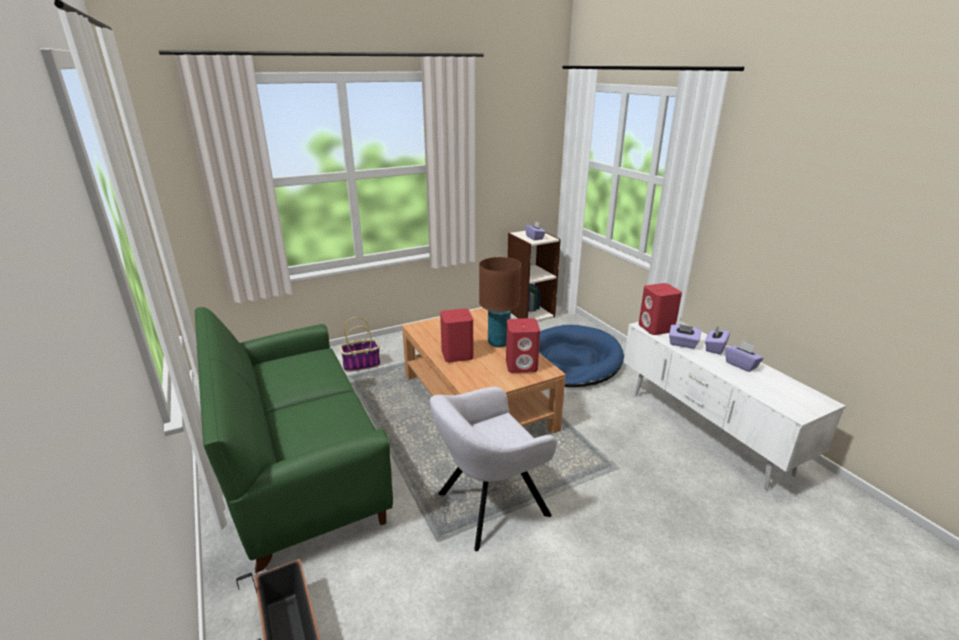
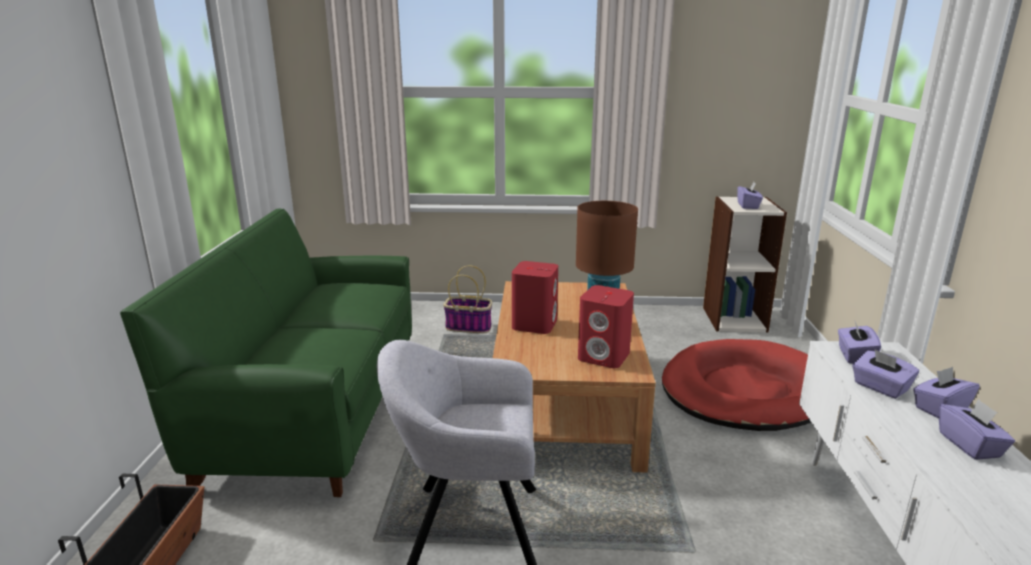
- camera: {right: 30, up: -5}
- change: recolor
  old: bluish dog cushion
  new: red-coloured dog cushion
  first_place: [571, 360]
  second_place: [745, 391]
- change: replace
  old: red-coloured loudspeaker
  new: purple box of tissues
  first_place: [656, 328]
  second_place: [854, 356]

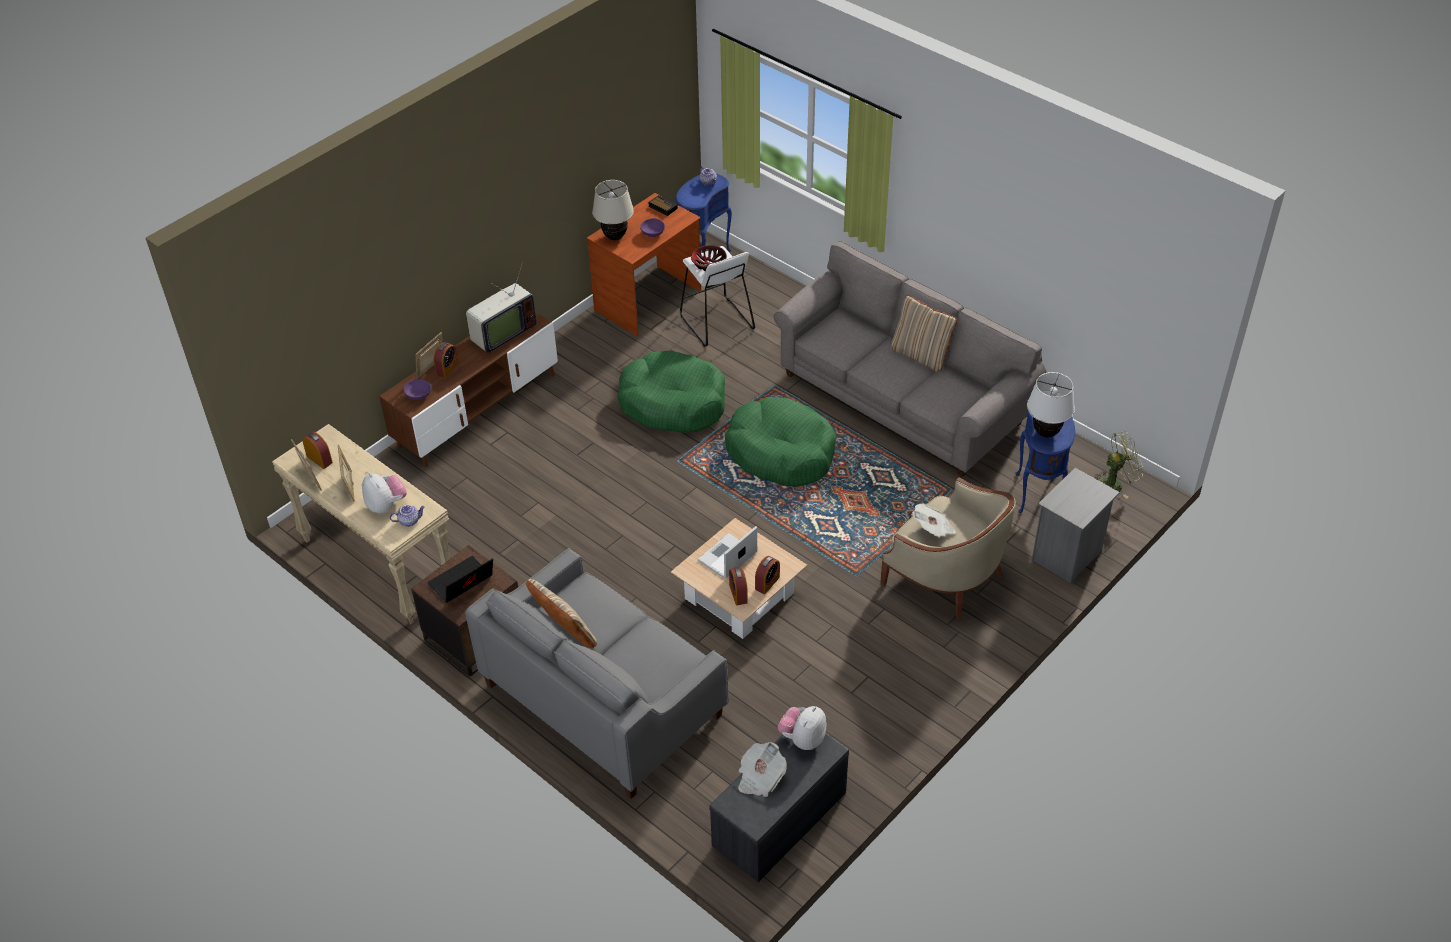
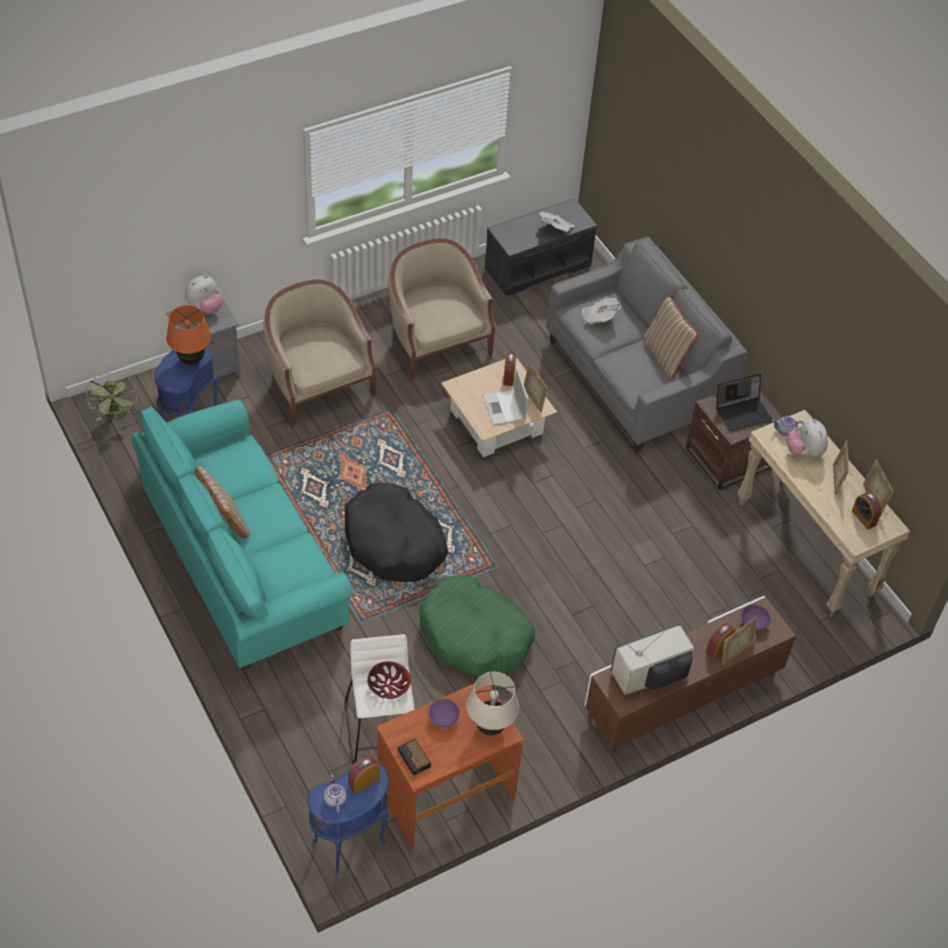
- camera: {right: -165, up: 5}
- change: rotate
  old: green electric fan
  first_place: [1115, 483]
  second_place: [116, 415]
  degrees: -105
- change: recolor
  old: grey settee
  new: turquoise-coloured settee
  first_place: [902, 400]
  second_place: [244, 561]
- change: recolor
  old: white lamp for a table
  new: orangey lamp for a table
  first_place: [1046, 432]
  second_place: [191, 360]
- change: move
  old: plush toy
  first_place: [803, 739]
  second_place: [205, 307]
- change: recolor
  old: green dog cushion
  new: black dog cushion
  first_place: [781, 452]
  second_place: [394, 543]
- change: move
  old: table clock
  first_place: [767, 583]
  second_place: [364, 781]
- change: insert
  new: beige lounge chair
  second_place: [436, 342]
- change: rotate
  old: portable computer
  first_place: [727, 557]
  second_place: [504, 408]
  degrees: 105
- change: insert
  new: standing frame
  second_place: [533, 399]
- change: move
  old: newspaper
  first_place: [933, 529]
  second_place: [598, 317]

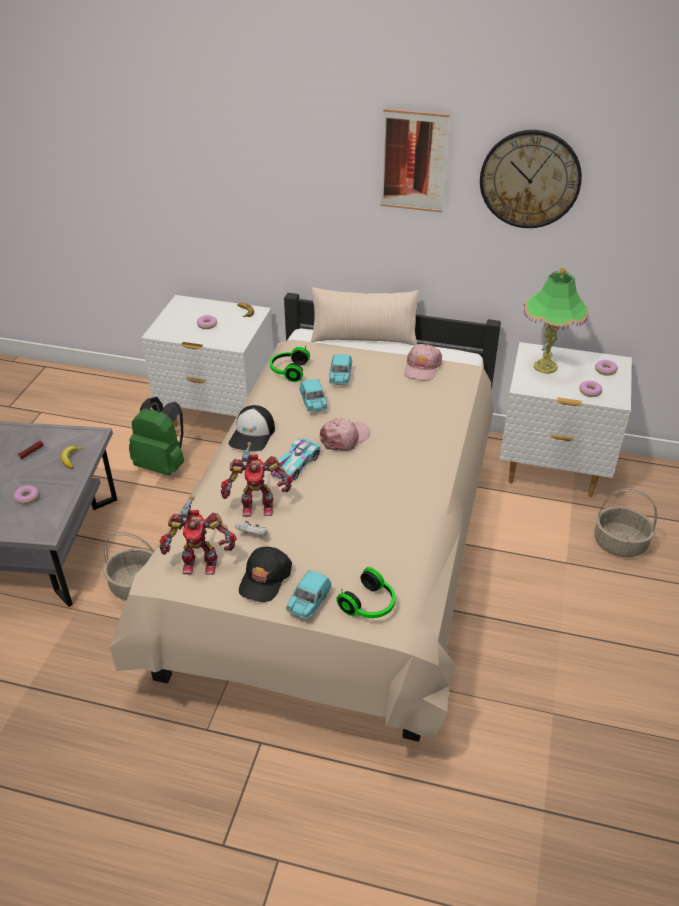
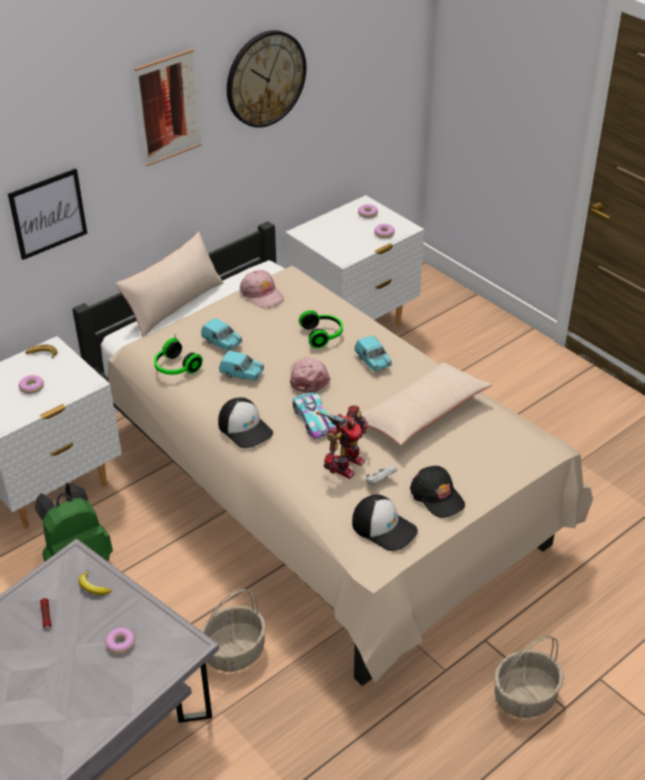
- camera: {right: -55, up: 0}
- change: insert
  new: wall art
  second_place: [48, 213]
- change: move
  old: headset
  first_place: [370, 605]
  second_place: [323, 335]
- change: replace
  old: model robot
  new: peaked cap
  first_place: [200, 563]
  second_place: [384, 527]
- change: move
  old: turquoise-coloured model car
  first_place: [308, 603]
  second_place: [373, 362]
- change: insert
  new: beige cushion
  second_place: [422, 414]
- change: move
  old: storage basket
  first_place: [620, 543]
  second_place: [525, 696]
- change: delete
  old: lamp for a table
  first_place: [545, 366]

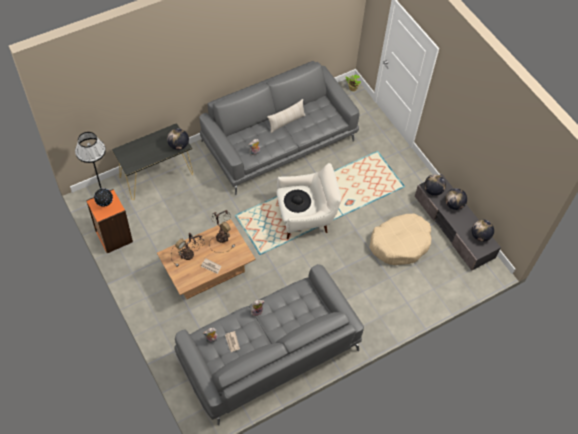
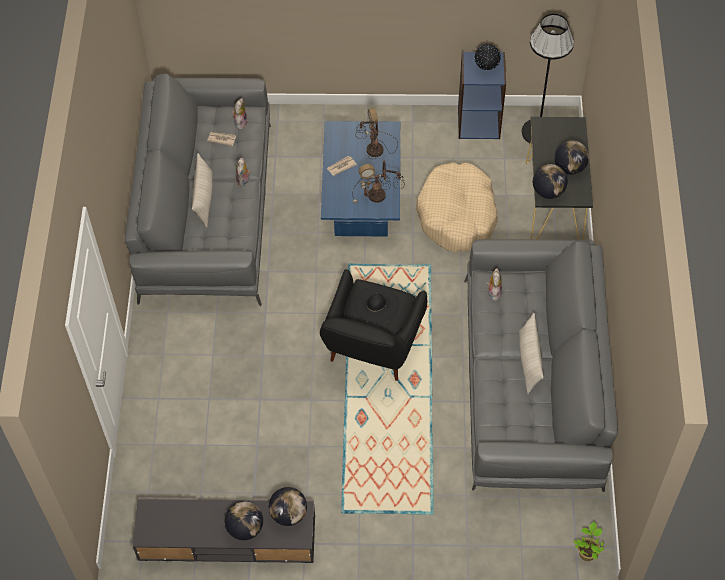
- camera: {right: 125, up: 0}
- change: insert
  new: beige cushion
  second_place: [204, 199]
- change: recolor
  old: white lounge chair
  new: black lounge chair
  first_place: [305, 217]
  second_place: [372, 348]
- change: recolor
  old: brownish coffee table
  new: bluish coffee table
  first_place: [207, 271]
  second_place: [362, 197]
- change: move
  old: beige dog cushion
  first_place: [400, 243]
  second_place: [457, 215]
- change: recolor
  old: orangey bookshelf
  new: bluish bookshelf
  first_place: [113, 237]
  second_place: [478, 122]
- change: move
  old: world globe
  first_place: [480, 236]
  second_place: [569, 167]

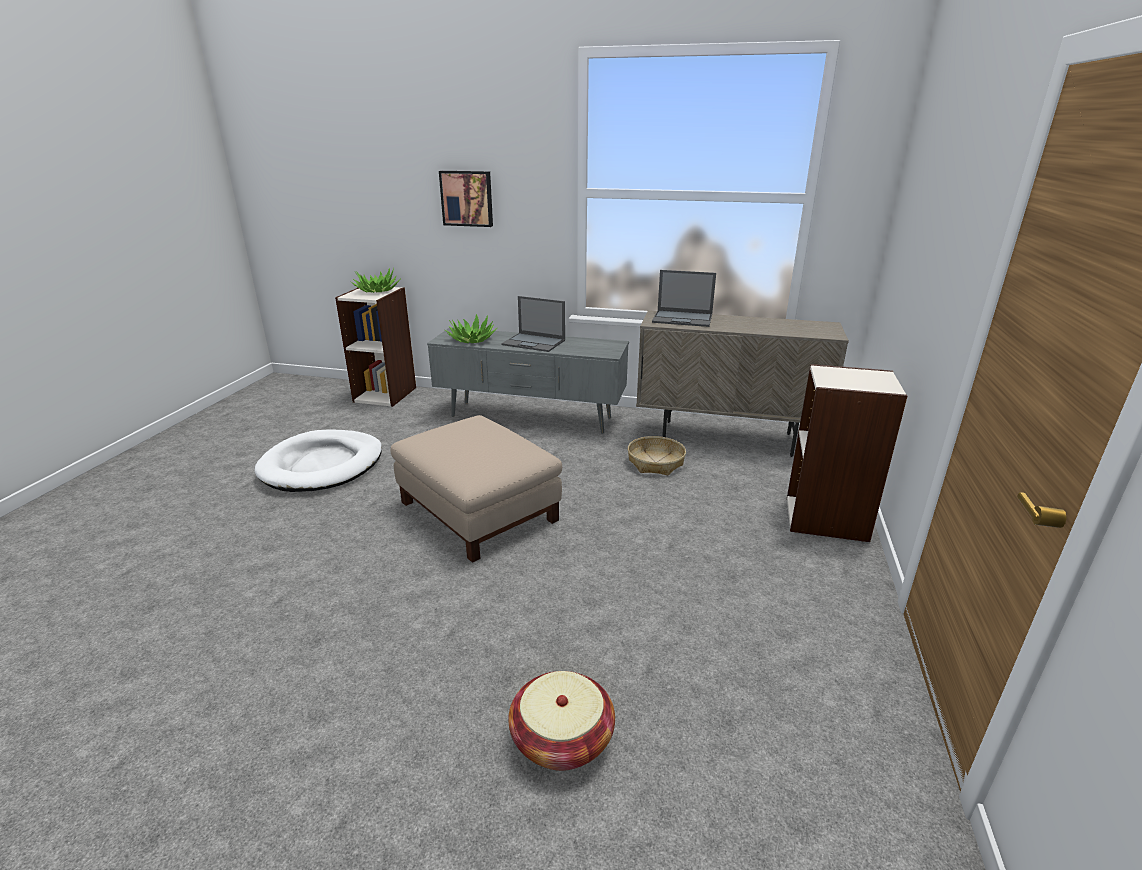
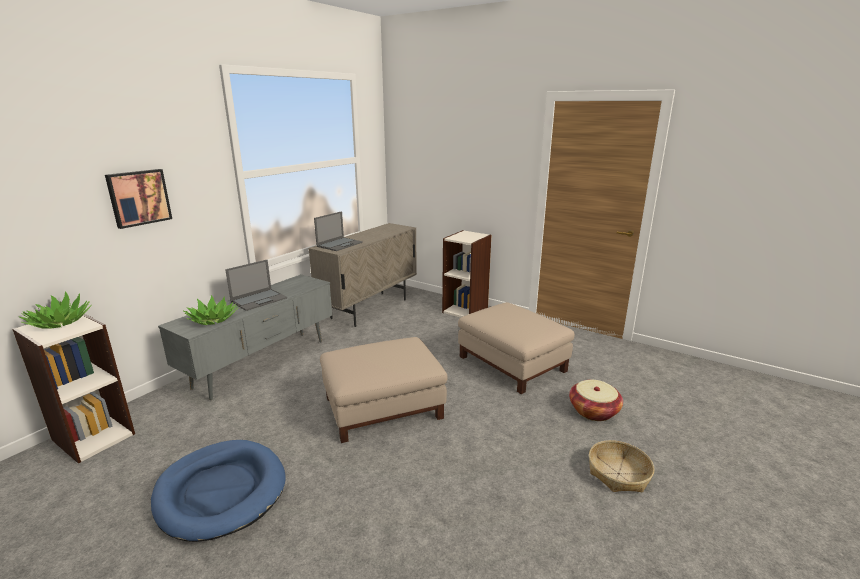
- camera: {right: -70, up: -5}
- change: recolor
  old: white dog cushion
  new: bluish dog cushion
  first_place: [322, 465]
  second_place: [221, 491]
- change: insert
  new: beige footrest
  second_place: [512, 364]
- change: move
  old: storage basket
  first_place: [655, 463]
  second_place: [618, 474]

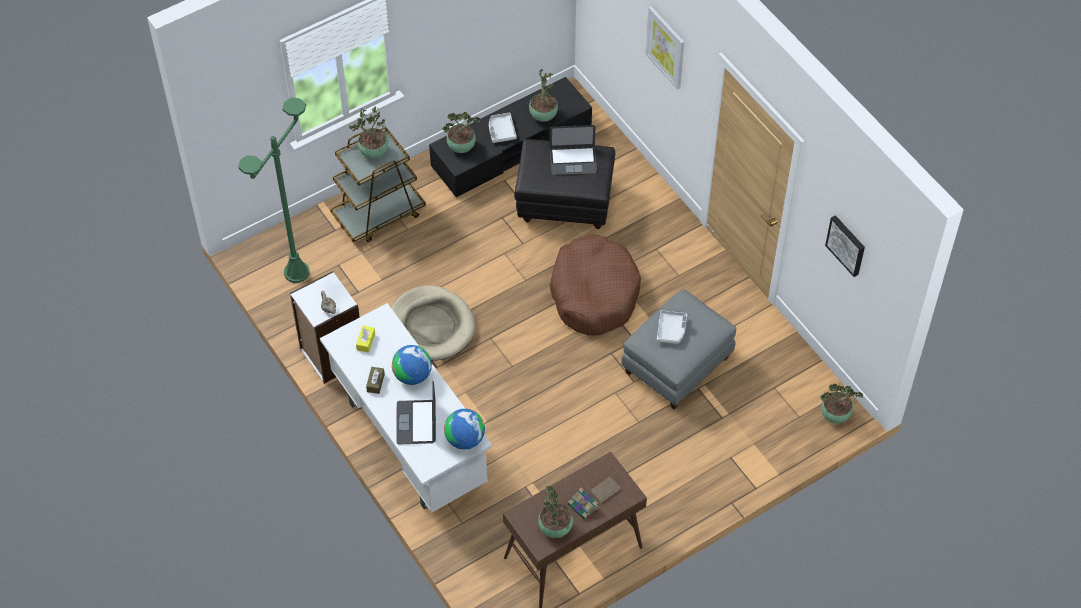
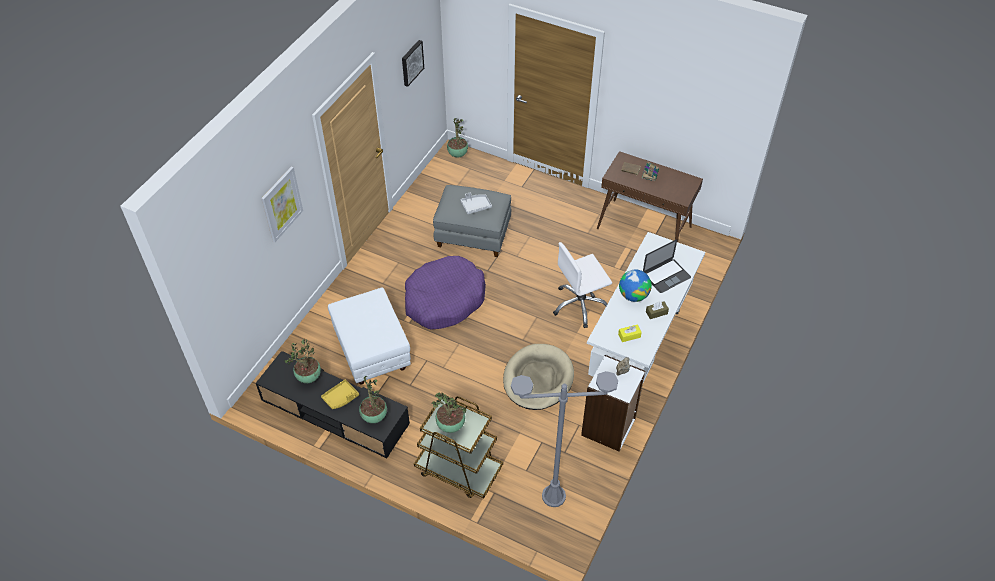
- camera: {right: -120, up: -5}
- change: recolor
  old: grey serving tray
  new: yellow-coloured serving tray
  first_place: [501, 131]
  second_place: [341, 398]
- change: recolor
  old: black footrest
  new: white footrest
  first_place: [565, 203]
  second_place: [372, 352]
- change: recolor
  old: brownish dog cushion
  new: purple dog cushion
  first_place: [594, 293]
  second_place: [444, 300]
- change: recolor
  old: green floor lamp
  new: grey floor lamp
  first_place: [296, 272]
  second_place: [554, 496]
- change: insert
  new: white desk chair
  second_place: [580, 305]
- change: delete
  old: world globe
  first_place: [465, 439]
- change: delete
  old: houseplant
  first_place: [555, 529]
- change: delete
  old: portable computer
  first_place: [573, 160]

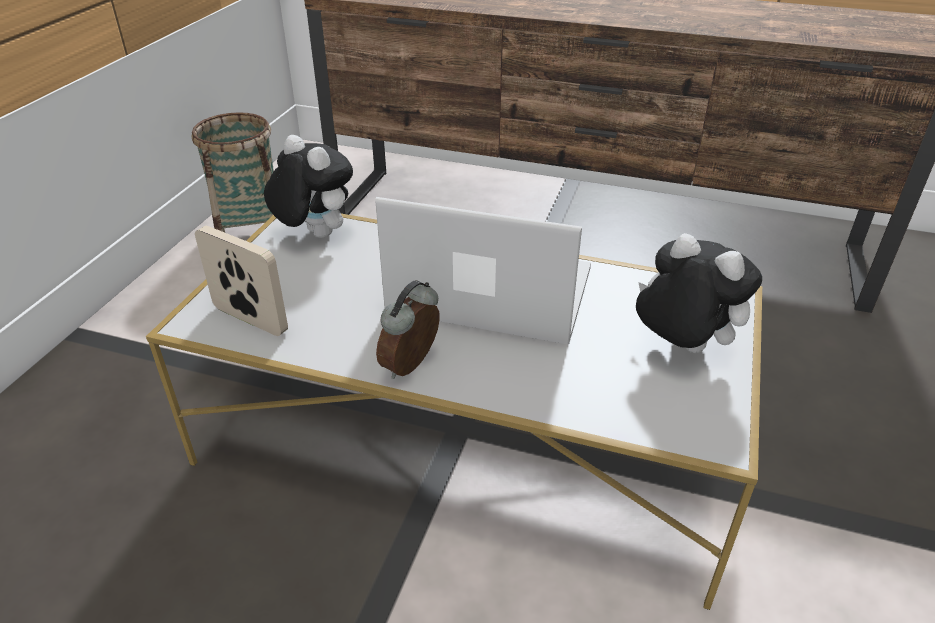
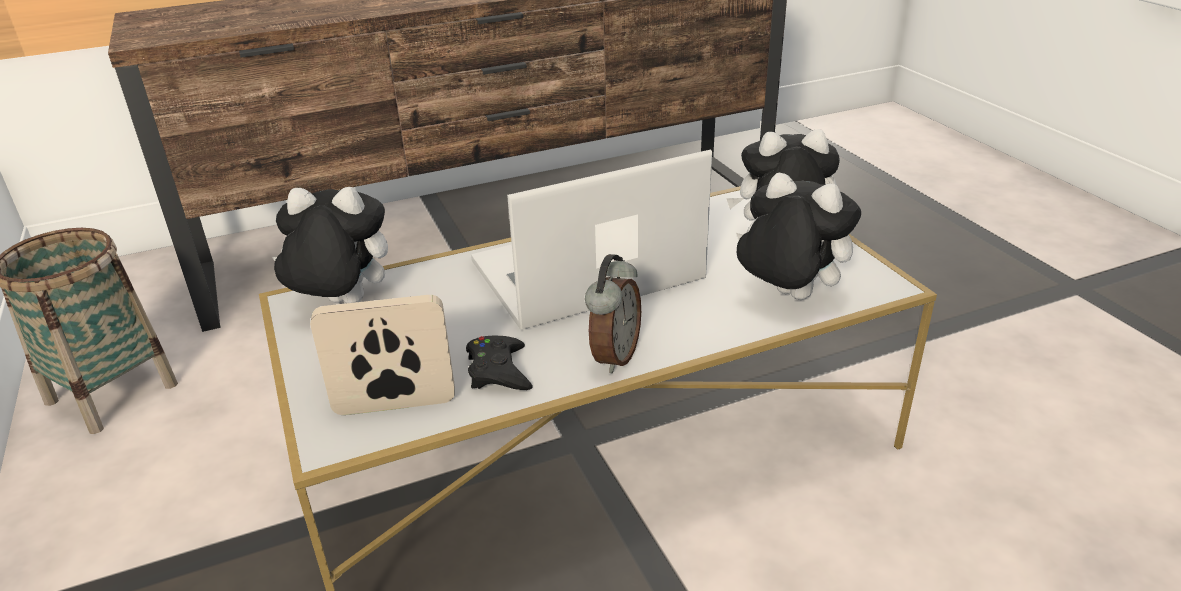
- camera: {right: -40, up: -5}
- change: insert
  new: black game controller
  second_place: [499, 371]
- change: rotate
  old: table clock
  first_place: [412, 367]
  second_place: [613, 356]
  degrees: -150
- change: insert
  new: plush toy
  second_place: [787, 297]

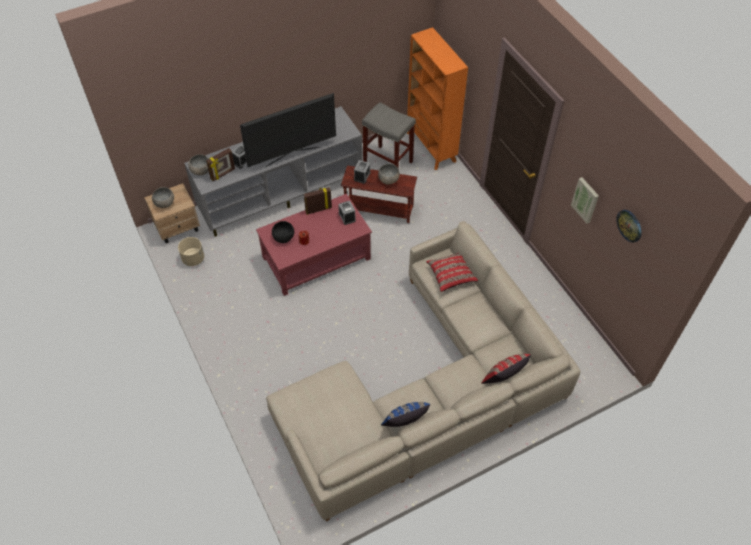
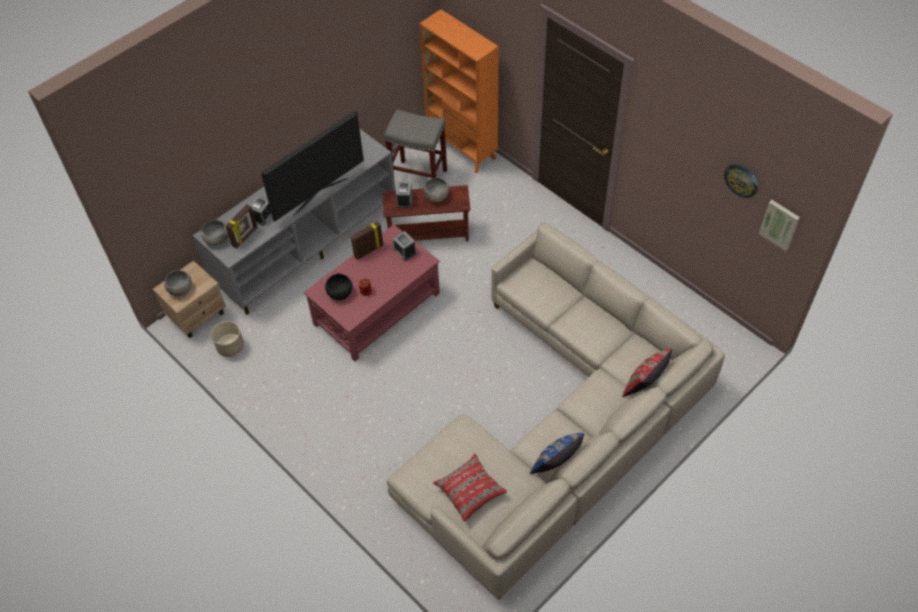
- camera: {right: -15, up: 0}
- change: move
  old: red-coloured cushion
  first_place: [451, 275]
  second_place: [470, 492]
- change: move
  old: wall art
  first_place: [586, 200]
  second_place: [780, 224]

